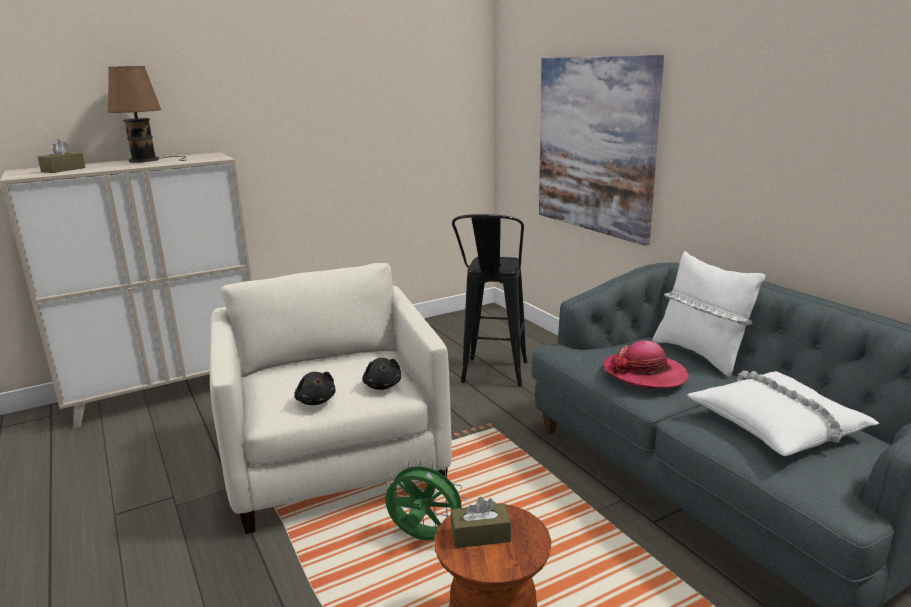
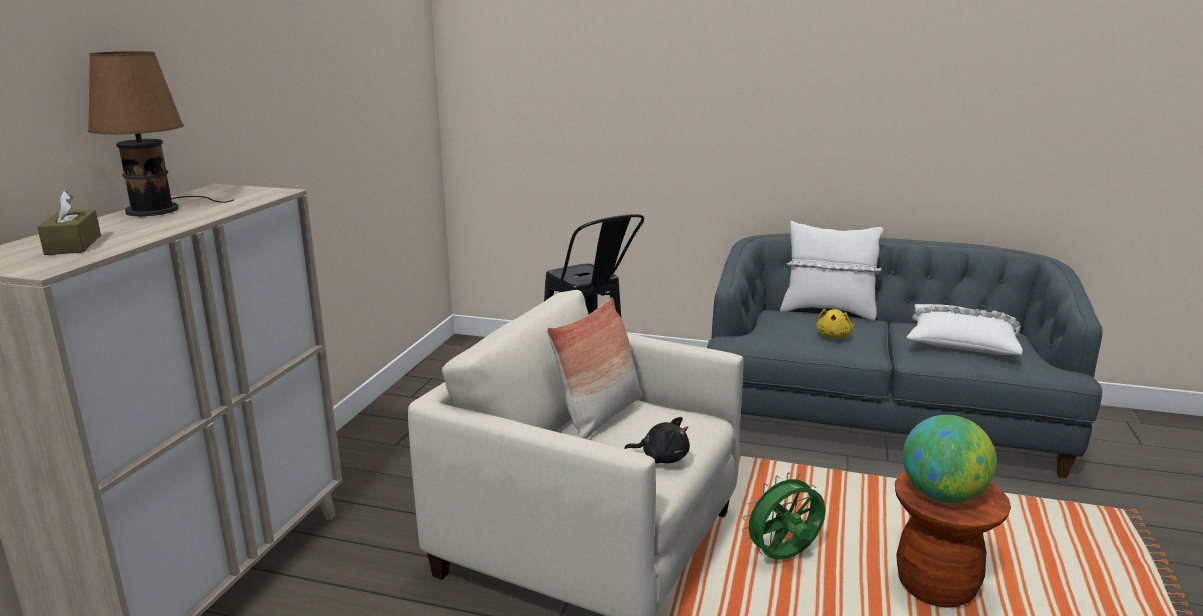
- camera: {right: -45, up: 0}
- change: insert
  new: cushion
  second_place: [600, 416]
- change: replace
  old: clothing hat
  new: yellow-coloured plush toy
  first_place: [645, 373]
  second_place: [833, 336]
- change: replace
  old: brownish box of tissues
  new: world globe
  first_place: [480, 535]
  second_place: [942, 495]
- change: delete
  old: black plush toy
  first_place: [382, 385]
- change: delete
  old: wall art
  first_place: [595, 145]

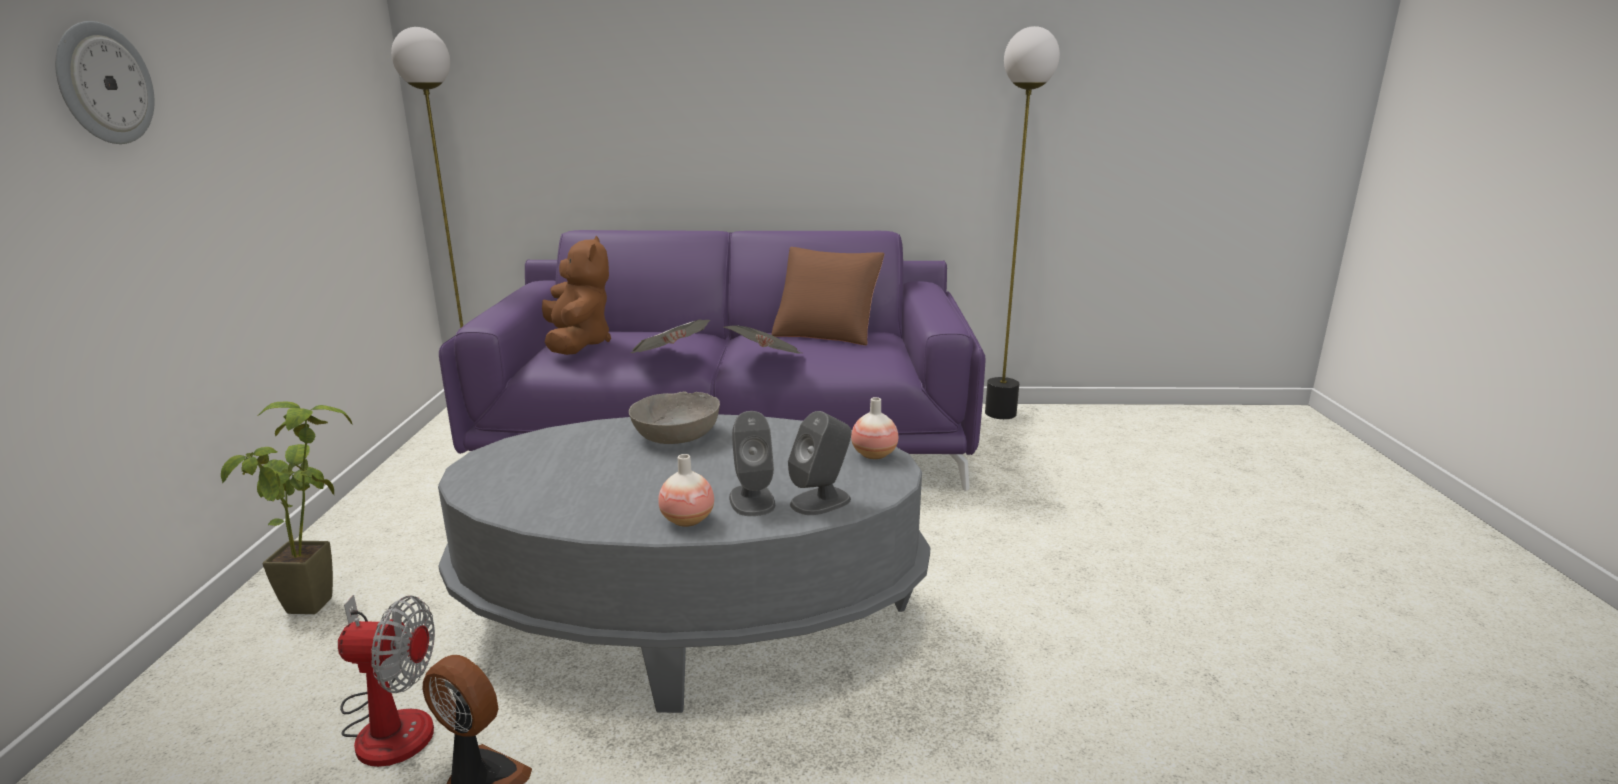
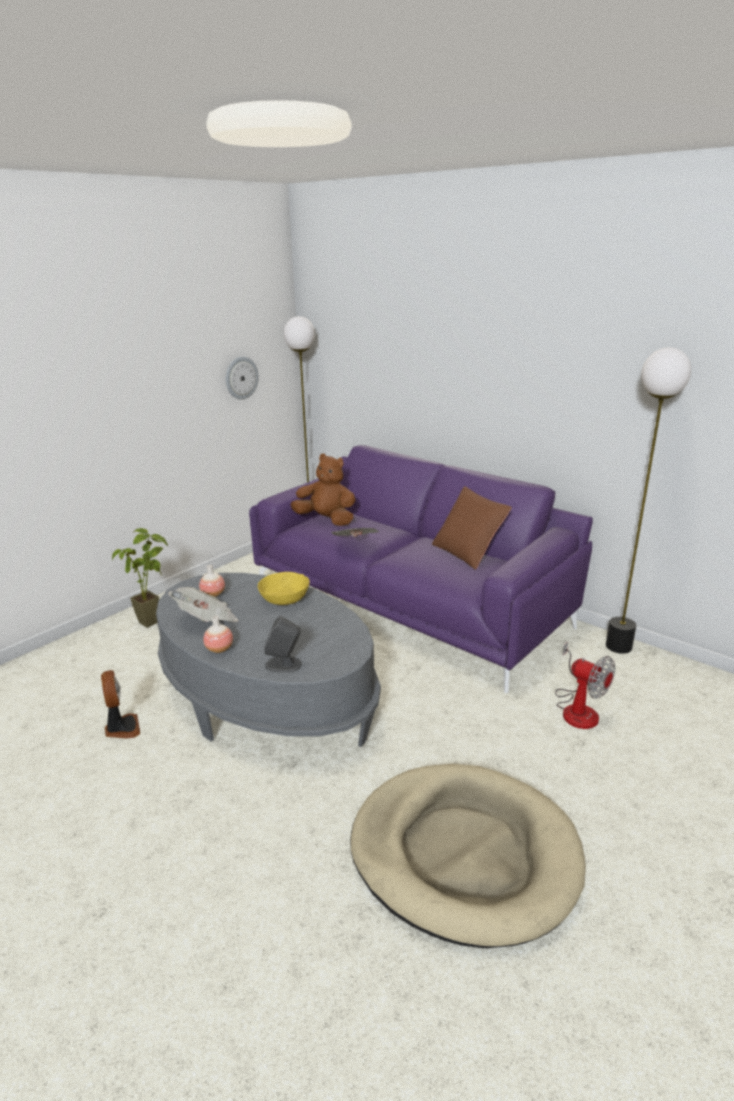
- camera: {right: 40, up: 5}
- change: move
  old: newspaper
  first_place: [767, 361]
  second_place: [206, 620]
- change: move
  old: decorative vase
  first_place: [874, 455]
  second_place: [213, 594]
- change: move
  old: clock on the wall
  first_place: [103, 84]
  second_place: [241, 378]
- change: recolor
  old: grey serving bowl
  new: yellow-coloured serving bowl
  first_place: [675, 435]
  second_place: [284, 598]
- change: rotate
  old: brownish plush toy
  first_place: [577, 344]
  second_place: [326, 520]
  degrees: -90
- change: insert
  new: beige dog cushion
  second_place: [464, 854]
- change: move
  old: electric fan
  first_place: [390, 722]
  second_place: [577, 708]
- change: delete
  old: grey loudspeaker
  first_place: [752, 500]

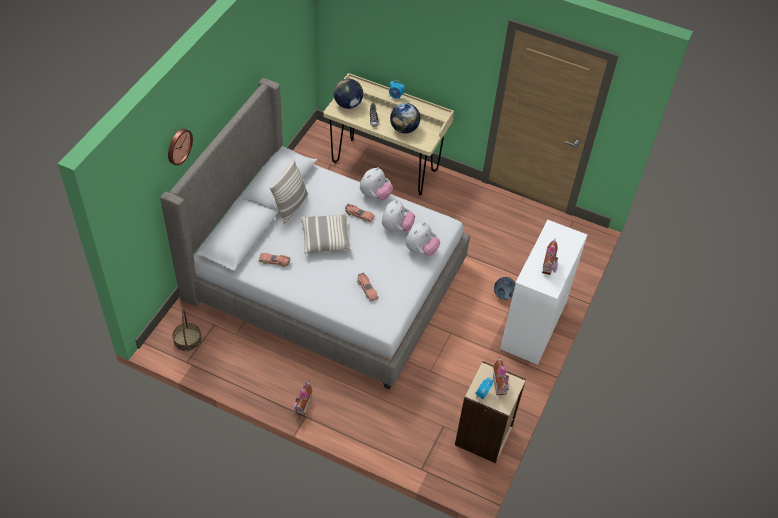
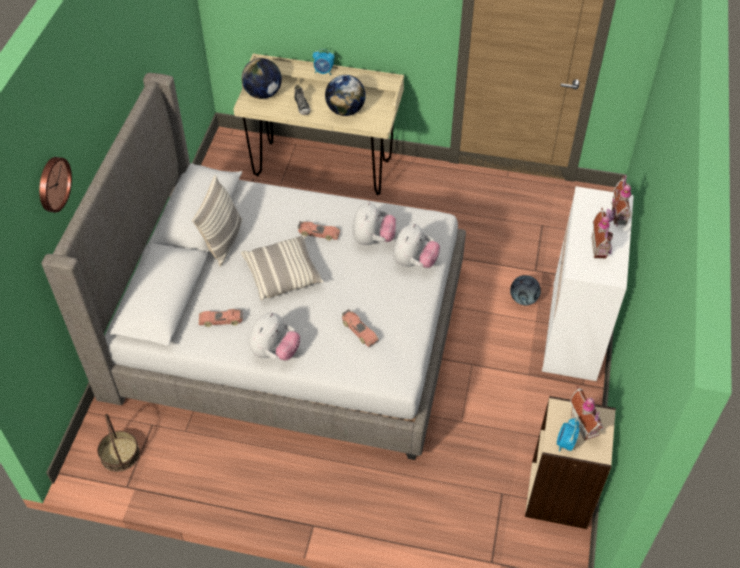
- camera: {right: -10, up: 0}
- change: move
  old: plush toy
  first_place: [375, 195]
  second_place: [275, 352]
- change: move
  old: toy house
  first_place: [301, 405]
  second_place: [615, 215]

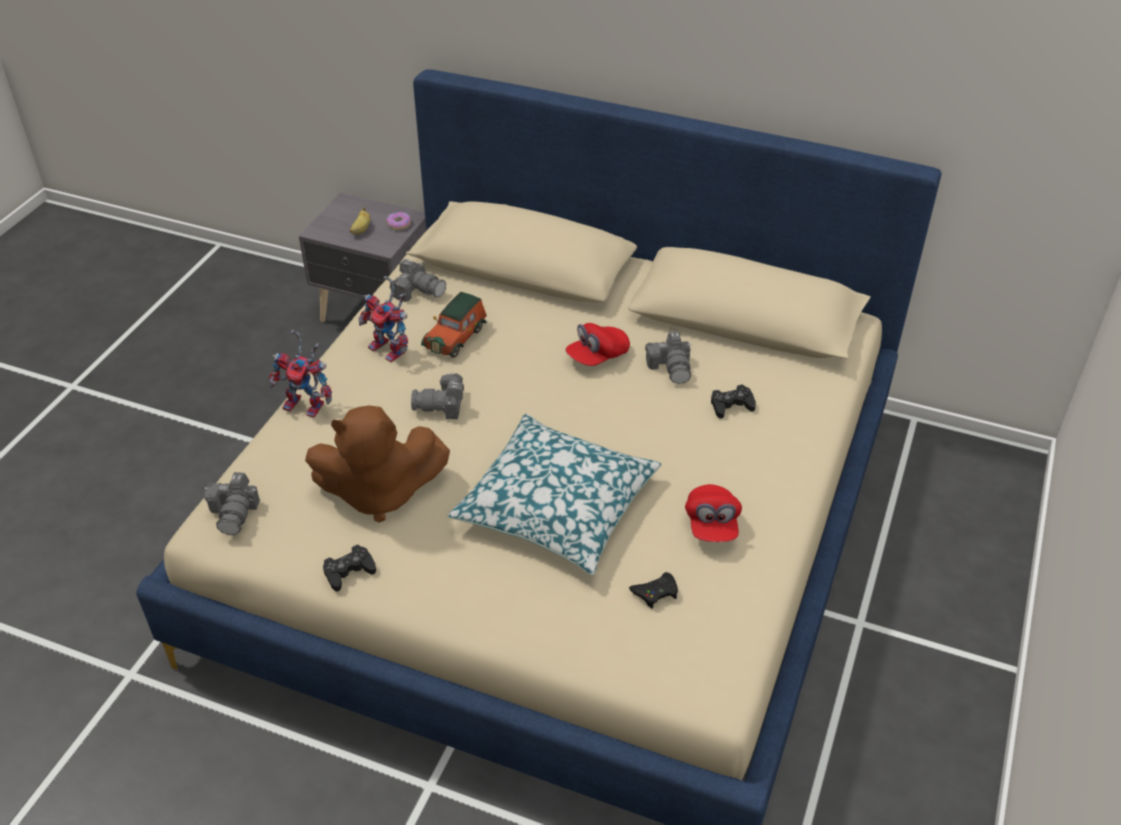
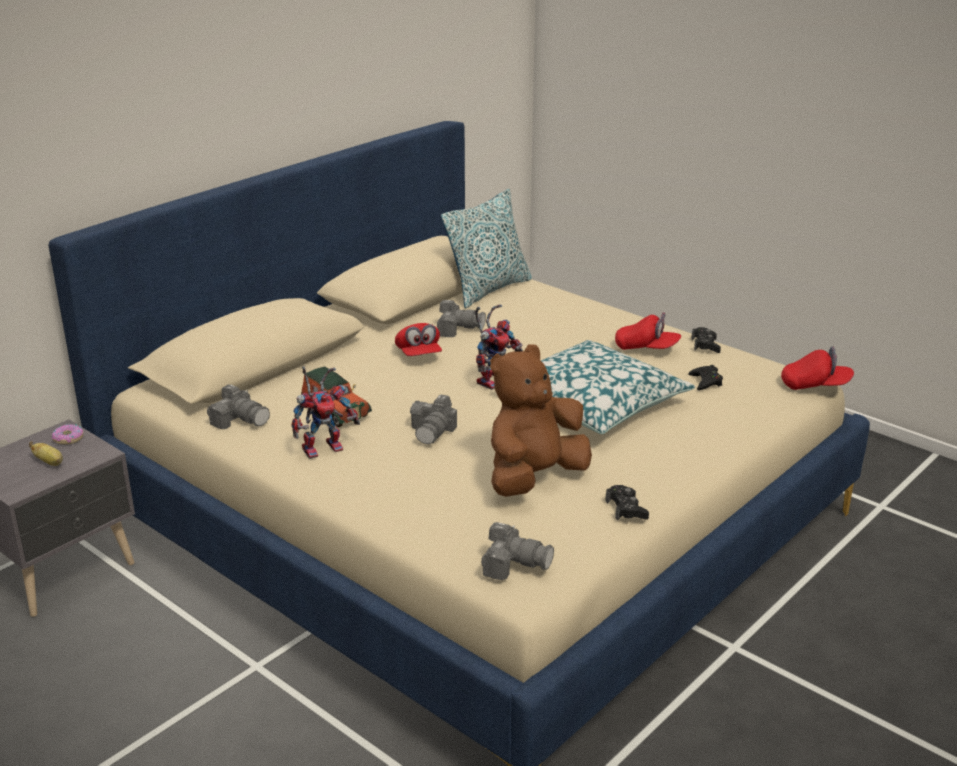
- camera: {right: -70, up: -15}
- change: rotate
  old: still camera
  first_place: [418, 291]
  second_place: [240, 420]
  degrees: 75
- change: insert
  new: cushion
  second_place: [488, 289]
- change: move
  old: model robot
  first_place: [308, 405]
  second_place: [493, 379]
- change: rotate
  old: brownish plush toy
  first_place: [379, 493]
  second_place: [534, 478]
  degrees: -150
- change: move
  old: black game controller
  first_place: [731, 405]
  second_place: [705, 345]
- change: insert
  new: red-coloured peaked cap
  second_place: [815, 385]

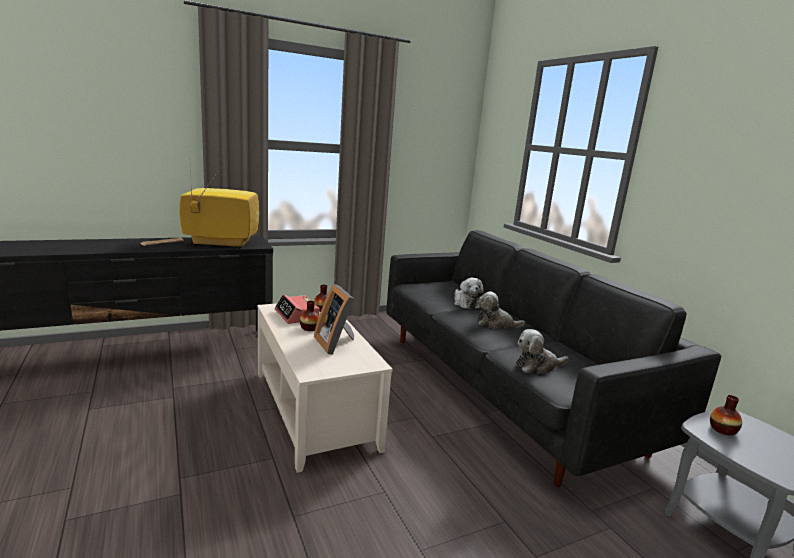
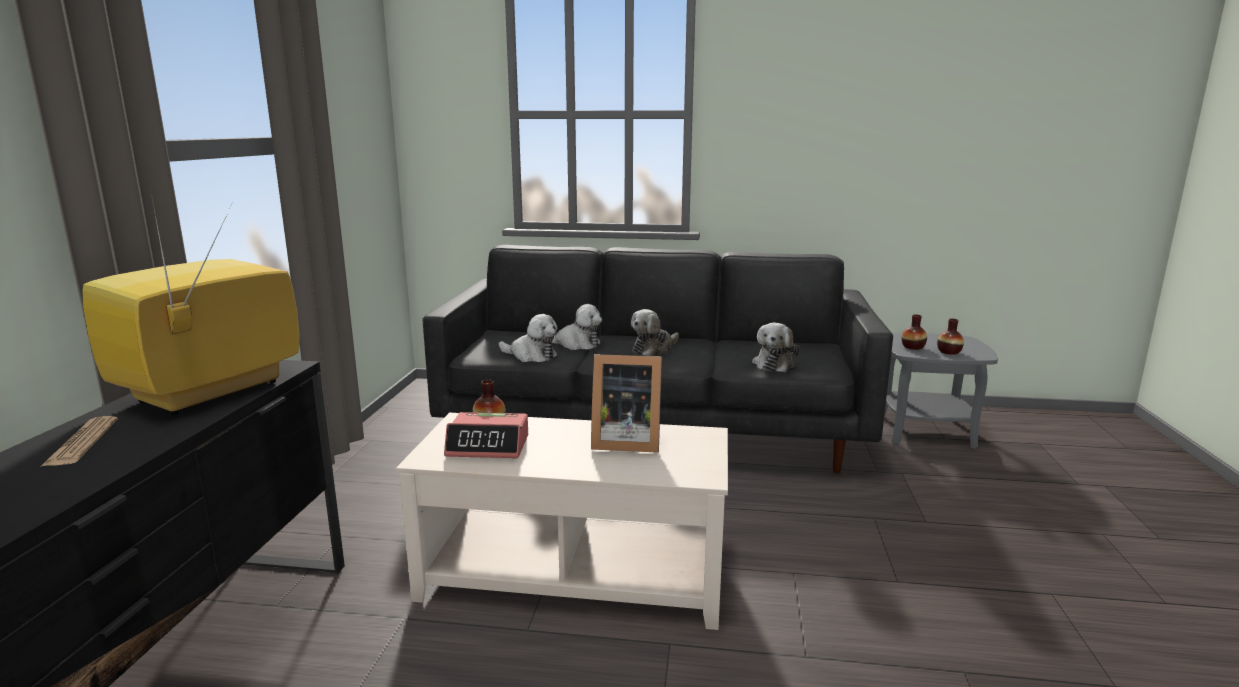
- camera: {right: -55, up: 0}
- change: insert
  new: plush toy
  second_place: [531, 356]
- change: move
  old: decorative vase
  first_place: [309, 328]
  second_place: [949, 352]

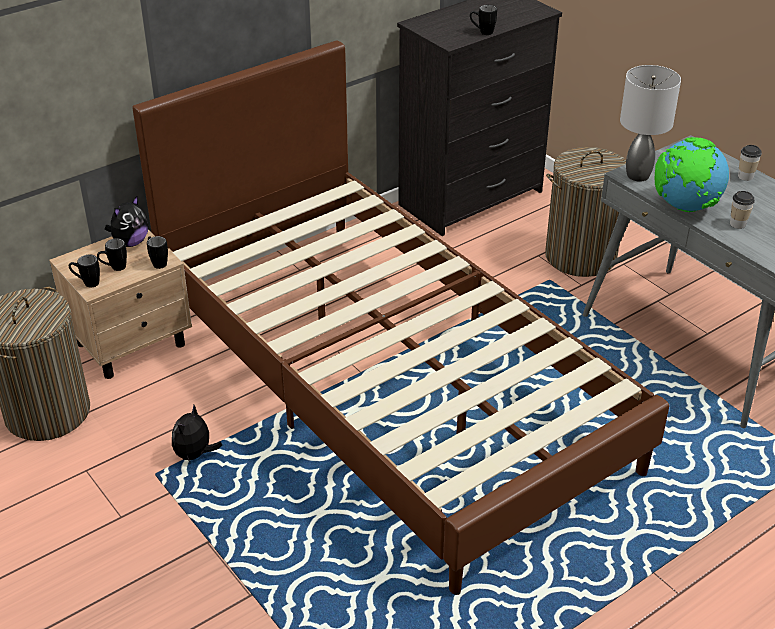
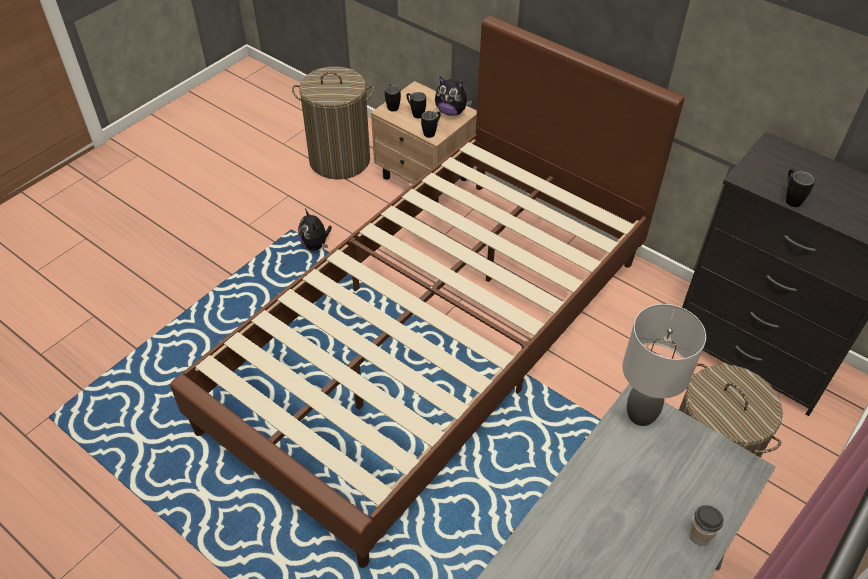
- camera: {right: 75, up: 10}
- change: rotate
  old: plush toy
  first_place: [195, 454]
  second_place: [316, 245]
  degrees: -120
- change: delete
  old: world globe
  first_place: [685, 207]
- change: delete
  old: cup
  first_place: [737, 224]

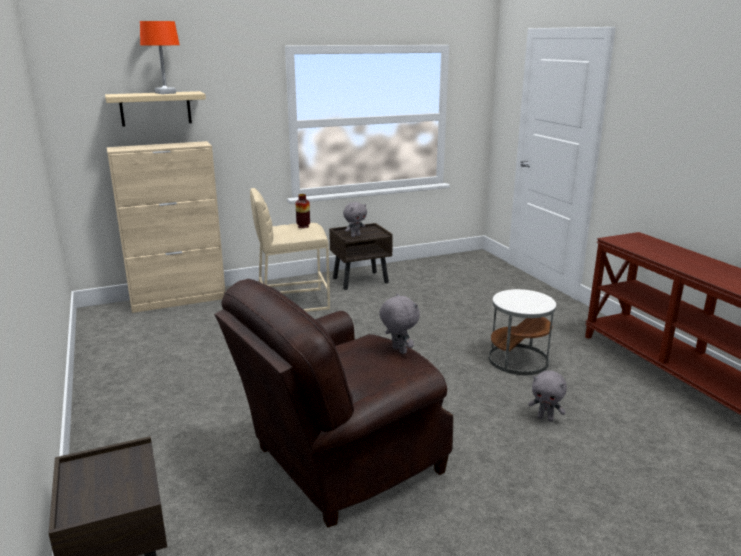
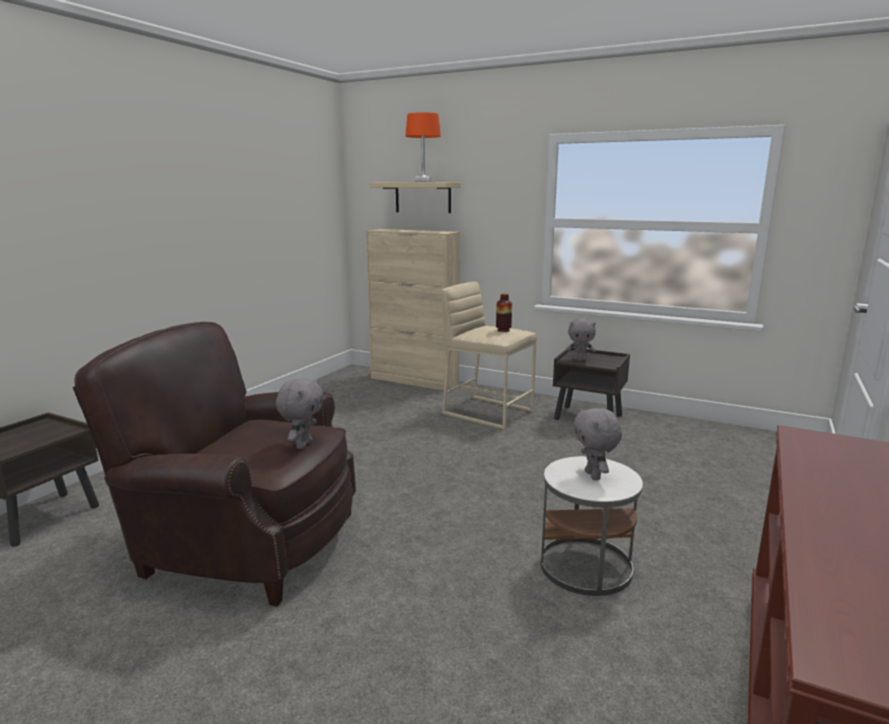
- camera: {right: 50, up: -5}
- change: move
  old: grey plush toy
  first_place: [545, 418]
  second_place: [594, 476]

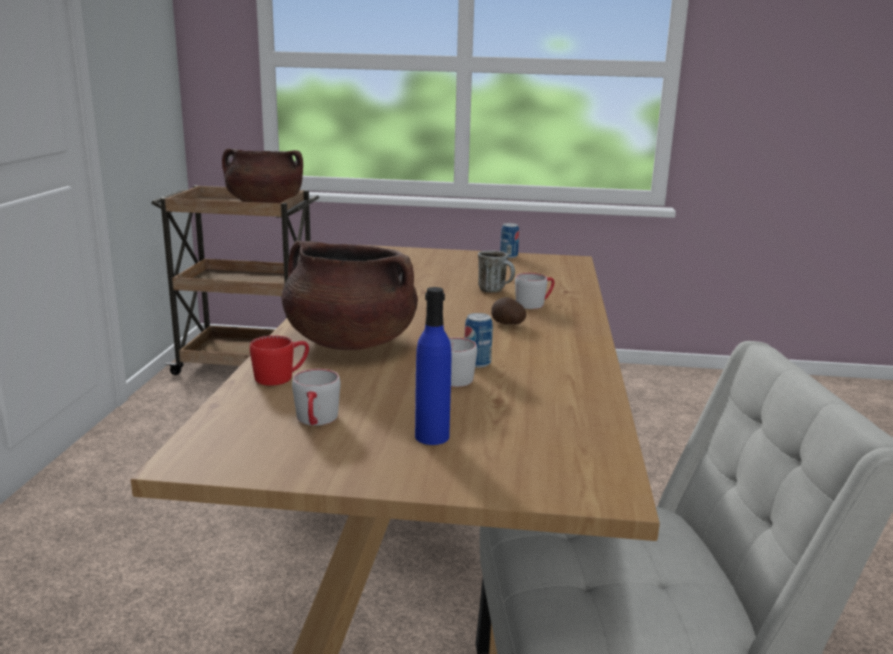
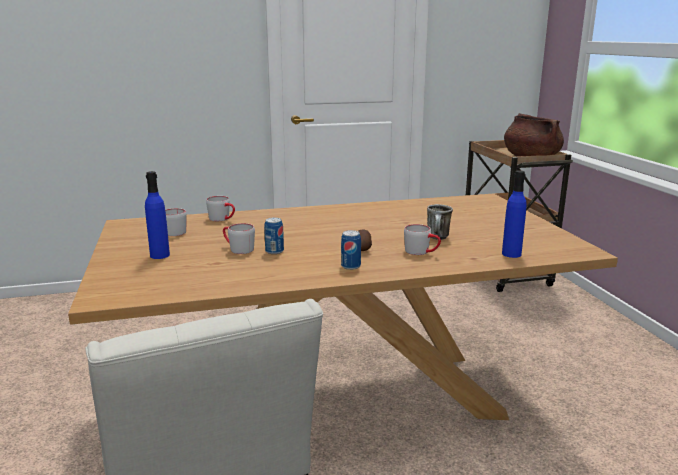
- camera: {right: 70, up: 0}
- change: recolor
  old: red-coloured mug
  new: grey mug
  first_place: [281, 376]
  second_place: [223, 219]
- change: move
  old: metal can
  first_place: [508, 256]
  second_place: [350, 266]
- change: insert
  new: bluish bottle
  second_place: [511, 254]
- change: delete
  old: brownish stockpot
  first_place: [349, 342]

